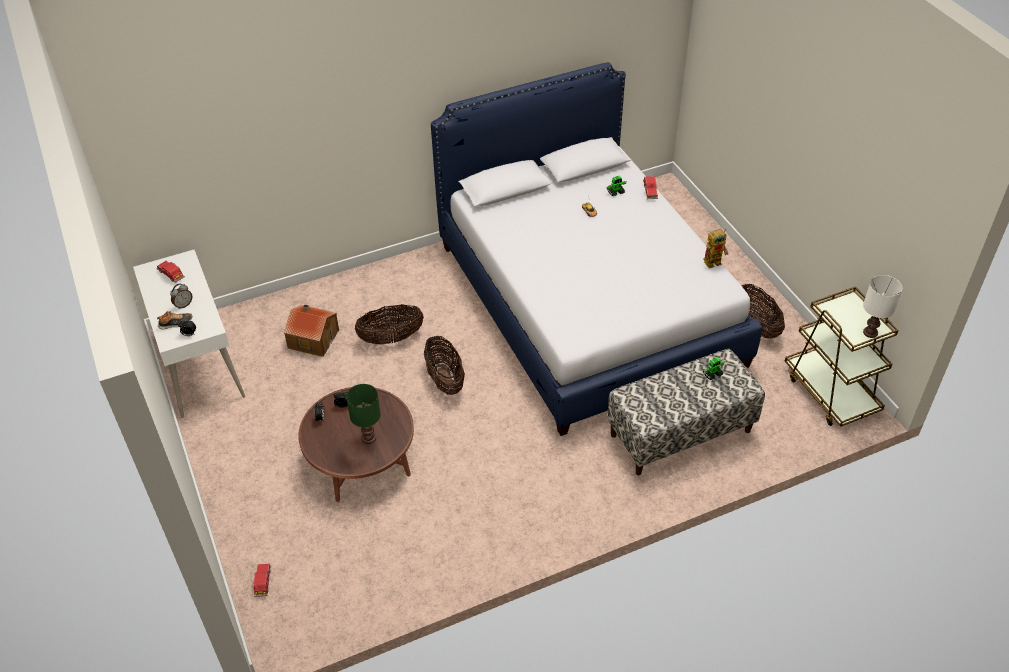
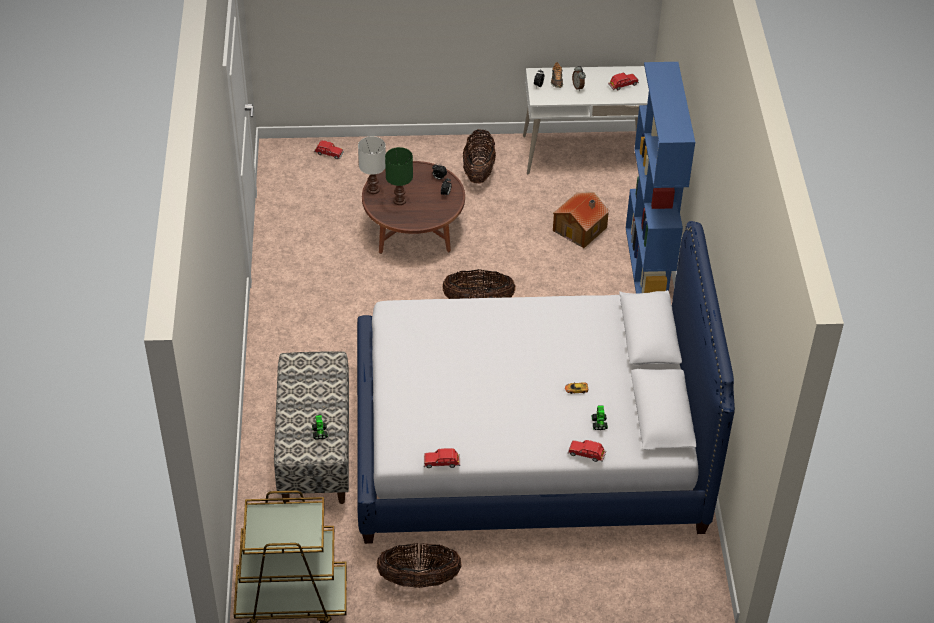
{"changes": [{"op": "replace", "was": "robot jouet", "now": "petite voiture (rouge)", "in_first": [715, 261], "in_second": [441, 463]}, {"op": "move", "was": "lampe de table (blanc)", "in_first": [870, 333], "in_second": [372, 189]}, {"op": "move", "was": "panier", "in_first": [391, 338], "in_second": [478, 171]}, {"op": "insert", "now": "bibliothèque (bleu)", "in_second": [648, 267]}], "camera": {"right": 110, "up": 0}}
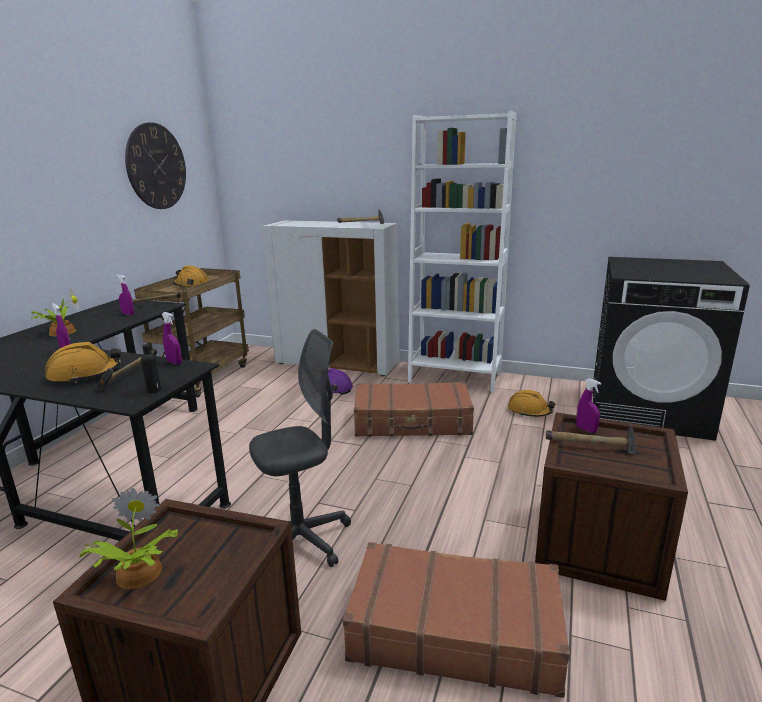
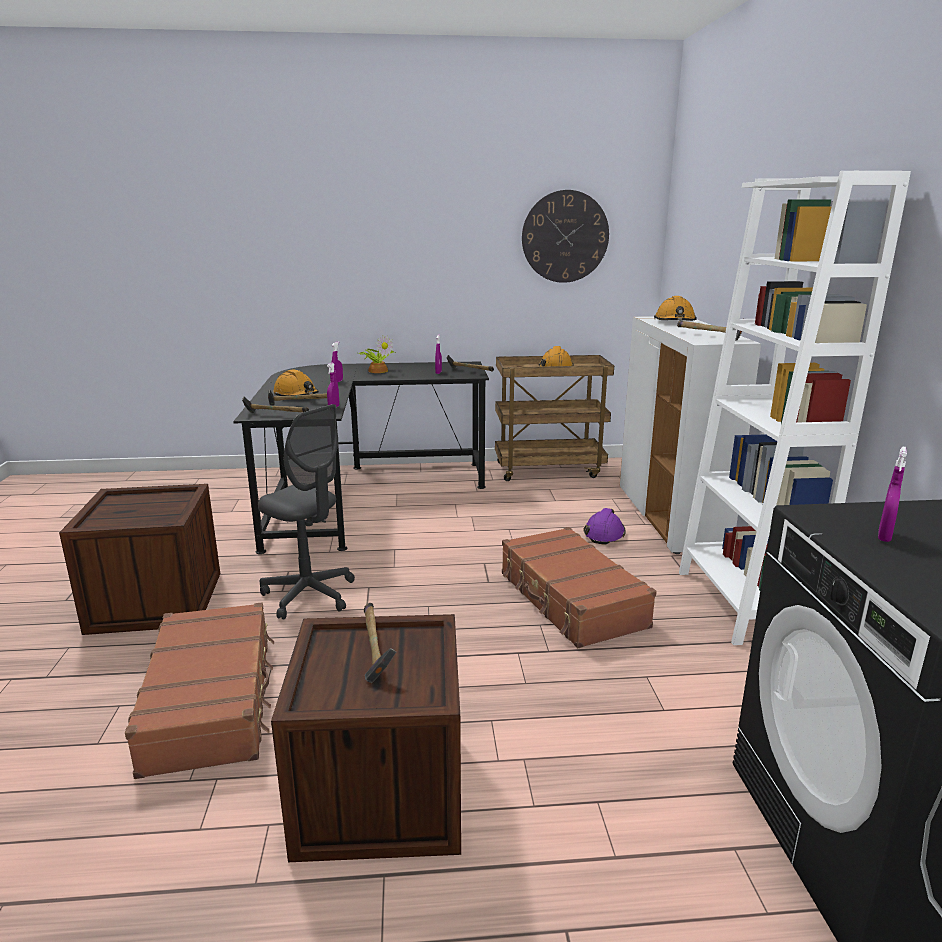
{"changes": [{"op": "replace", "was": "bouteille (noir)", "now": "marteau", "in_first": [154, 390], "in_second": [275, 415]}, {"op": "move", "was": "vaporisateur (violet)", "in_first": [586, 429], "in_second": [884, 536]}, {"op": "move", "was": "casque de chantier (orange)", "in_first": [529, 411], "in_second": [675, 322]}, {"op": "delete", "was": "plante en pot", "in_first": [136, 575]}], "camera": {"right": 65, "up": 0}}
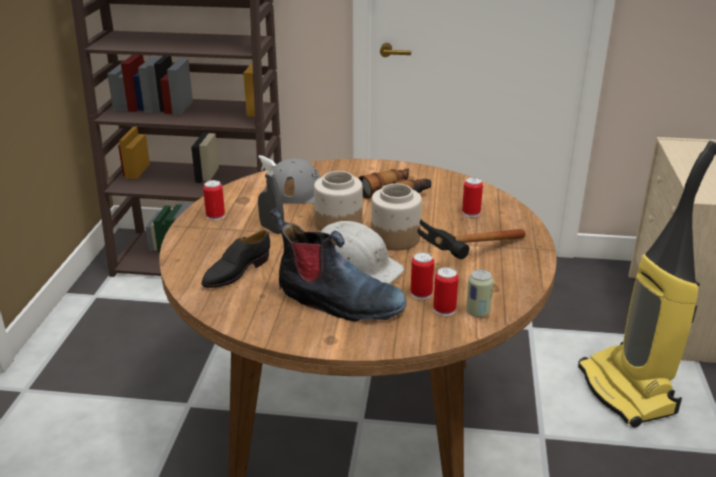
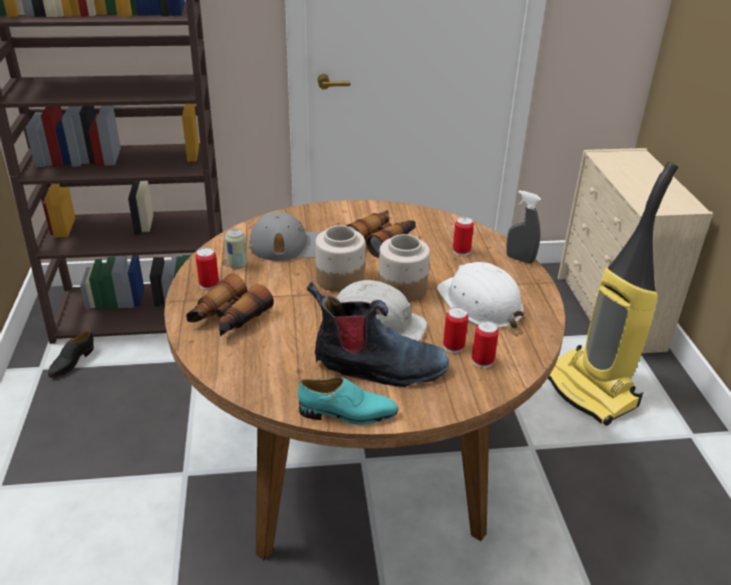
{"changes": [{"op": "move", "was": "vaporisateur (gris)", "in_first": [272, 229], "in_second": [520, 259]}, {"op": "replace", "was": "marteau", "now": "casque de chantier (blanc)", "in_first": [467, 260], "in_second": [480, 303]}, {"op": "move", "was": "chaussure (noir)", "in_first": [236, 272], "in_second": [72, 362]}, {"op": "move", "was": "boîte métallique", "in_first": [478, 312], "in_second": [237, 264]}, {"op": "insert", "now": "jumelles", "in_second": [228, 318]}, {"op": "insert", "now": "chaussure (turquoise)", "in_second": [348, 413]}], "camera": {"right": -15, "up": 5}}
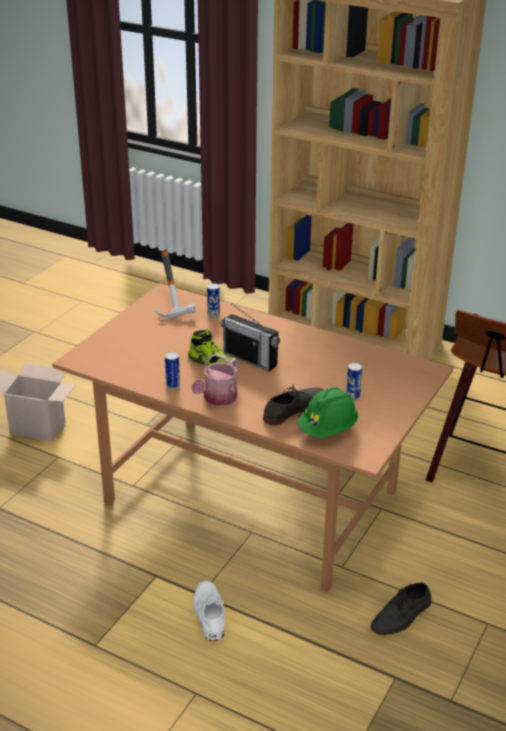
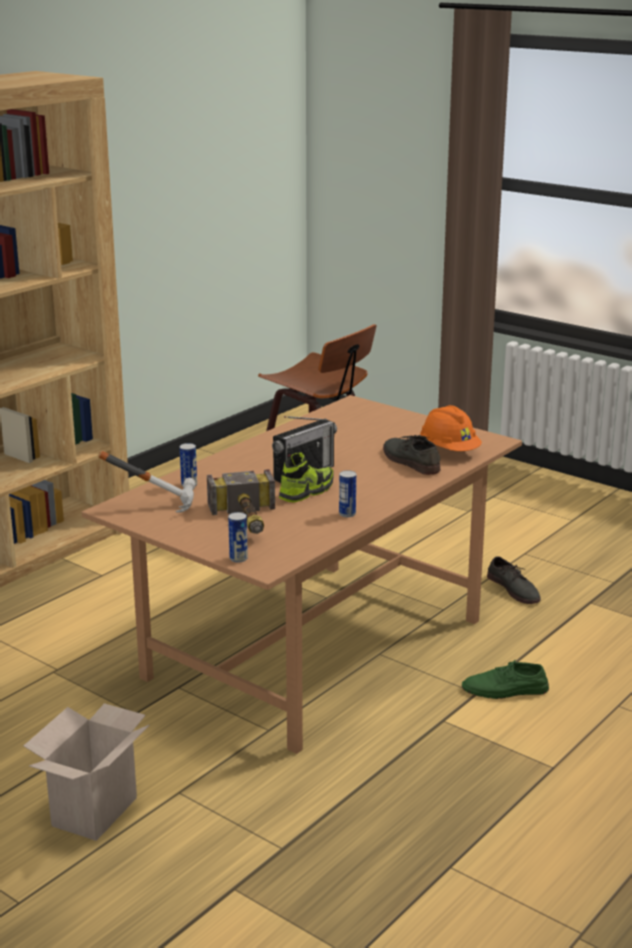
{"changes": [{"op": "delete", "was": "arrosoir", "in_first": [217, 399]}, {"op": "move", "was": "boîte métallique", "in_first": [352, 396], "in_second": [238, 558]}, {"op": "recolor", "was": "casque de chantier (vert)", "now": "casque de chantier (orange)", "in_first": [328, 429], "in_second": [449, 450]}, {"op": "recolor", "was": "chaussure (blanc)", "now": "chaussure (vert)", "in_first": [209, 613], "in_second": [505, 690]}, {"op": "insert", "now": "marteau", "in_second": [248, 522]}], "camera": {"right": -80, "up": -10}}
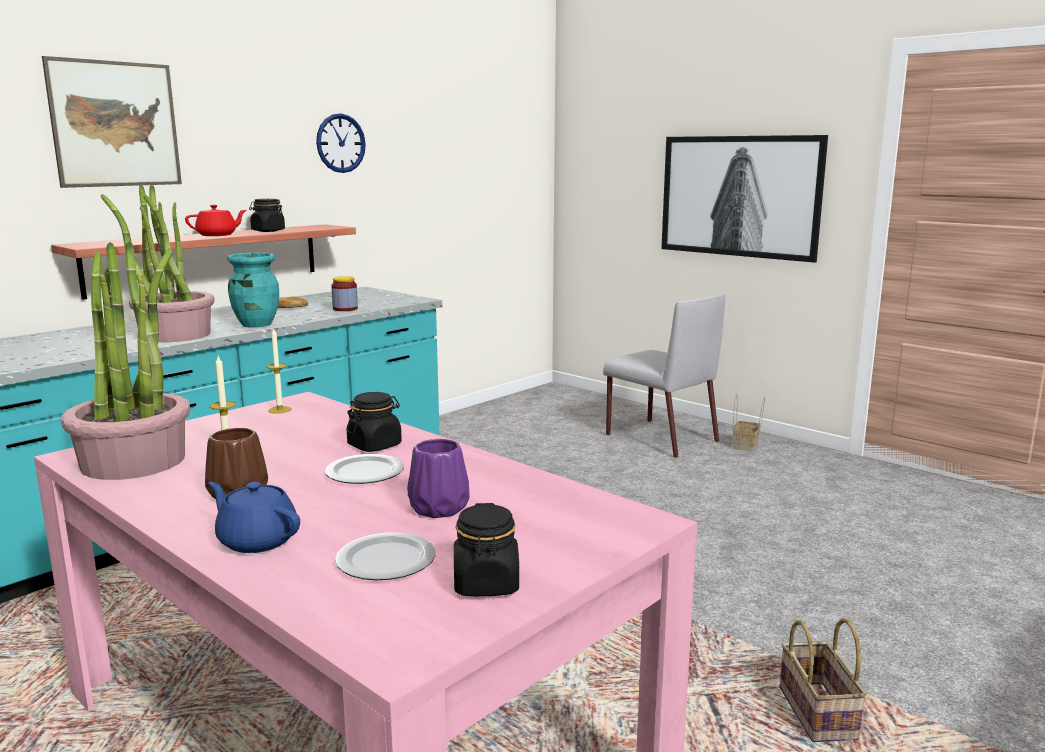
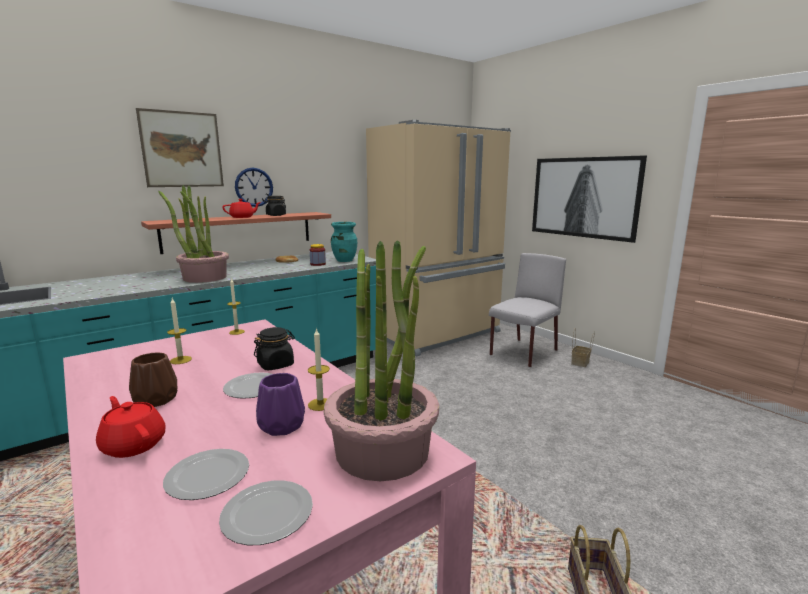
{"changes": [{"op": "move", "was": "horloge murale", "in_first": [340, 143], "in_second": [254, 187]}, {"op": "move", "was": "plante en pot", "in_first": [134, 461], "in_second": [383, 450]}, {"op": "move", "was": "vase (turquoise)", "in_first": [256, 324], "in_second": [344, 260]}, {"op": "rotate", "was": "chaise (gris)", "in_first": [660, 438], "in_second": [523, 353], "clockwise": -105}, {"op": "recolor", "was": "théière (bleu)", "now": "théière (rouge)", "in_first": [257, 540], "in_second": [133, 444]}, {"op": "replace", "was": "bocal (noir)", "now": "assiette", "in_first": [486, 584], "in_second": [267, 513]}, {"op": "insert", "now": "réfrigérateur (beige)", "in_second": [438, 334]}, {"op": "insert", "now": "bougie", "in_second": [320, 404]}], "camera": {"right": 10, "up": 0}}
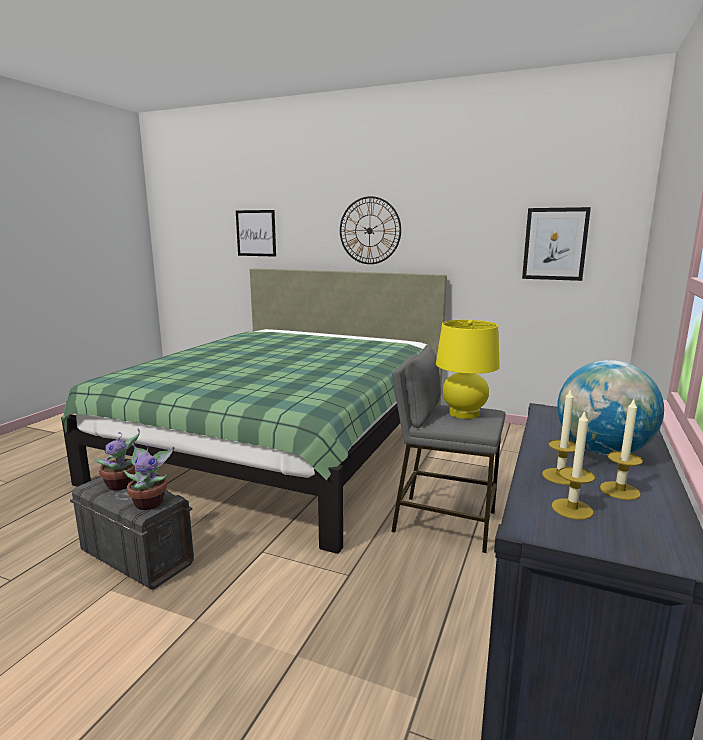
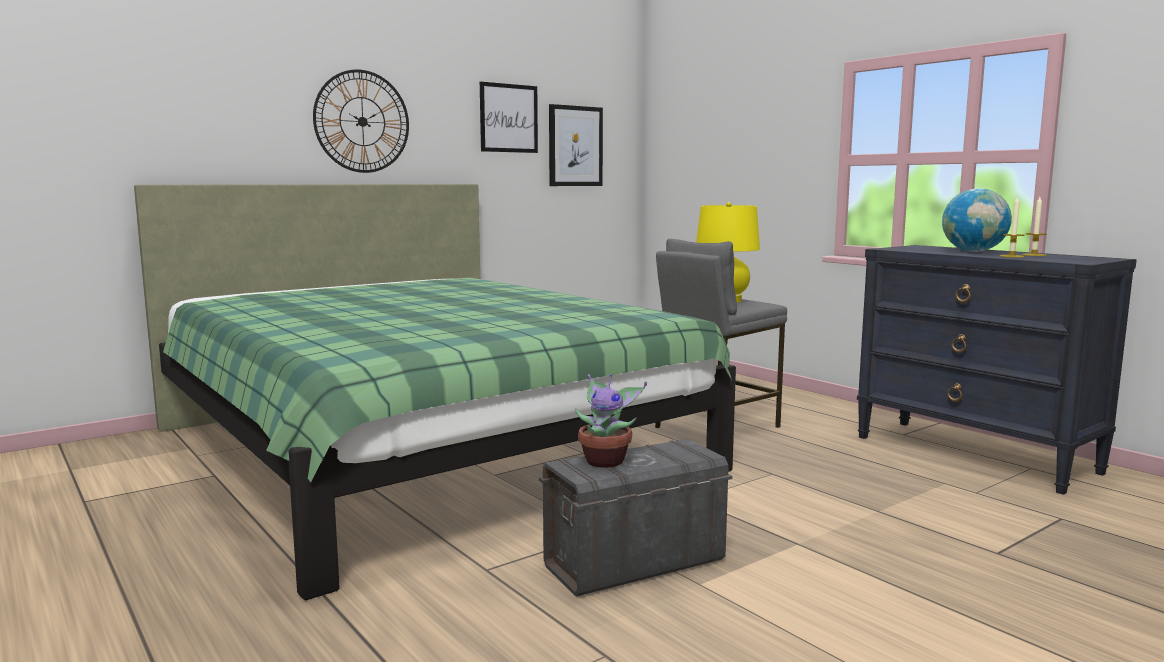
{"changes": [{"op": "move", "was": "tableau", "in_first": [256, 233], "in_second": [509, 118]}, {"op": "delete", "was": "bougie", "in_first": [572, 509]}, {"op": "delete", "was": "plante en pot", "in_first": [150, 502]}], "camera": {"right": -60, "up": -5}}
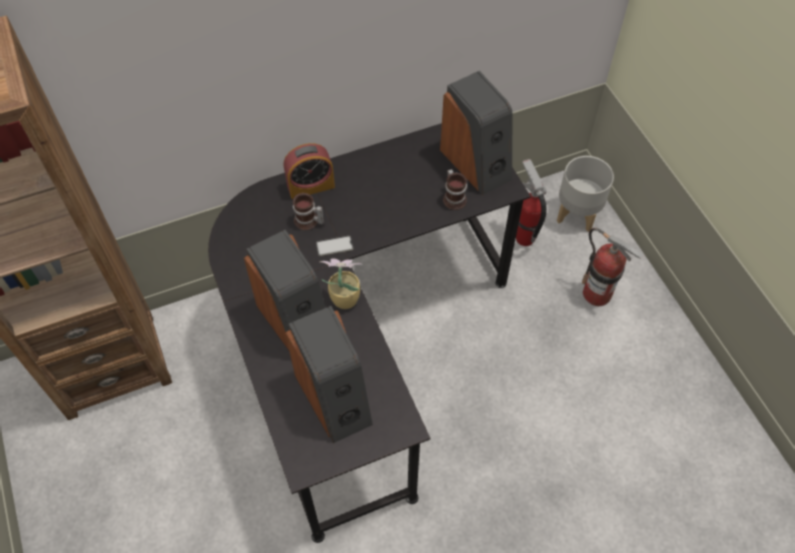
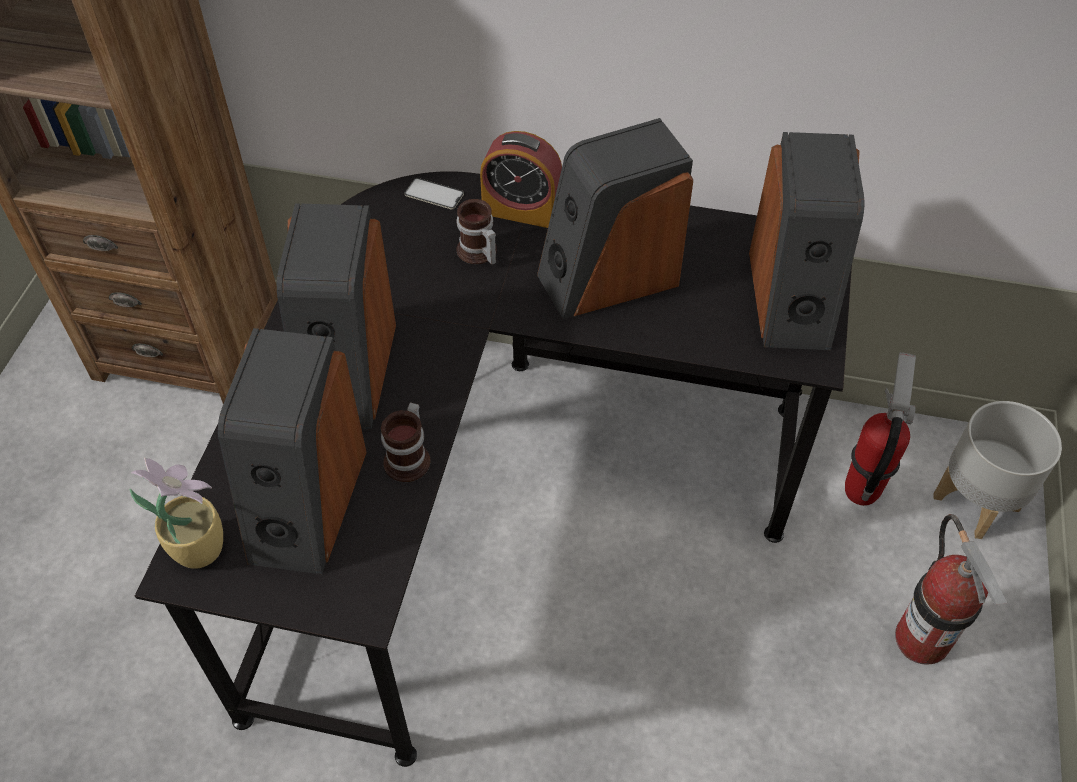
{"changes": [{"op": "move", "was": "mug", "in_first": [454, 198], "in_second": [411, 458]}, {"op": "move", "was": "téléphone", "in_first": [334, 246], "in_second": [434, 194]}, {"op": "move", "was": "plante en pot", "in_first": [343, 298], "in_second": [198, 547]}, {"op": "insert", "now": "enceinte", "in_second": [608, 278]}], "camera": {"right": 35, "up": -5}}
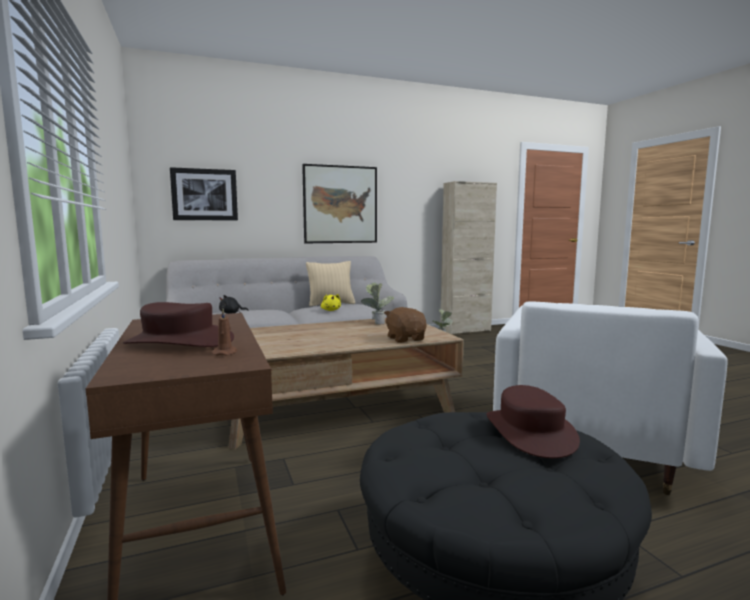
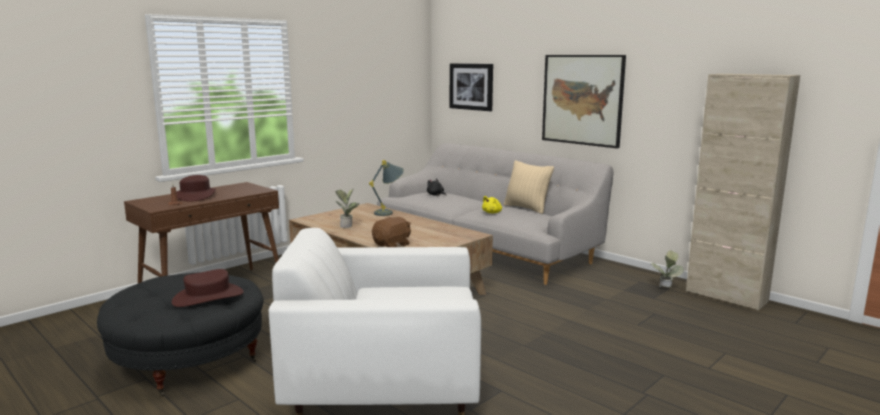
{"changes": [{"op": "move", "was": "plante en pot", "in_first": [376, 322], "in_second": [348, 226]}, {"op": "insert", "now": "lampe de table (gris)", "in_second": [389, 212]}], "camera": {"right": 65, "up": 5}}
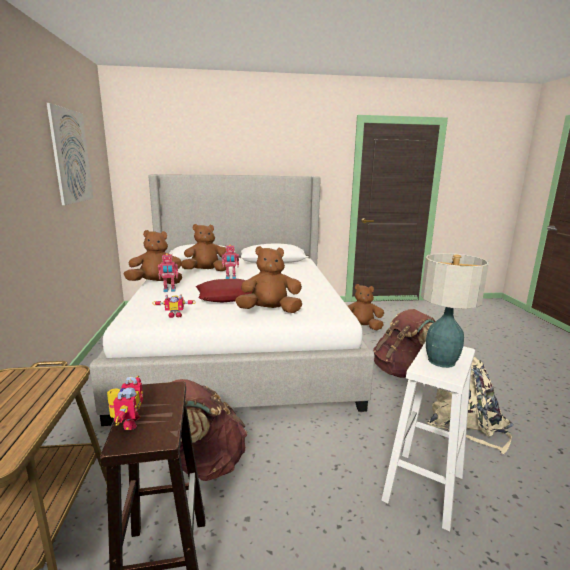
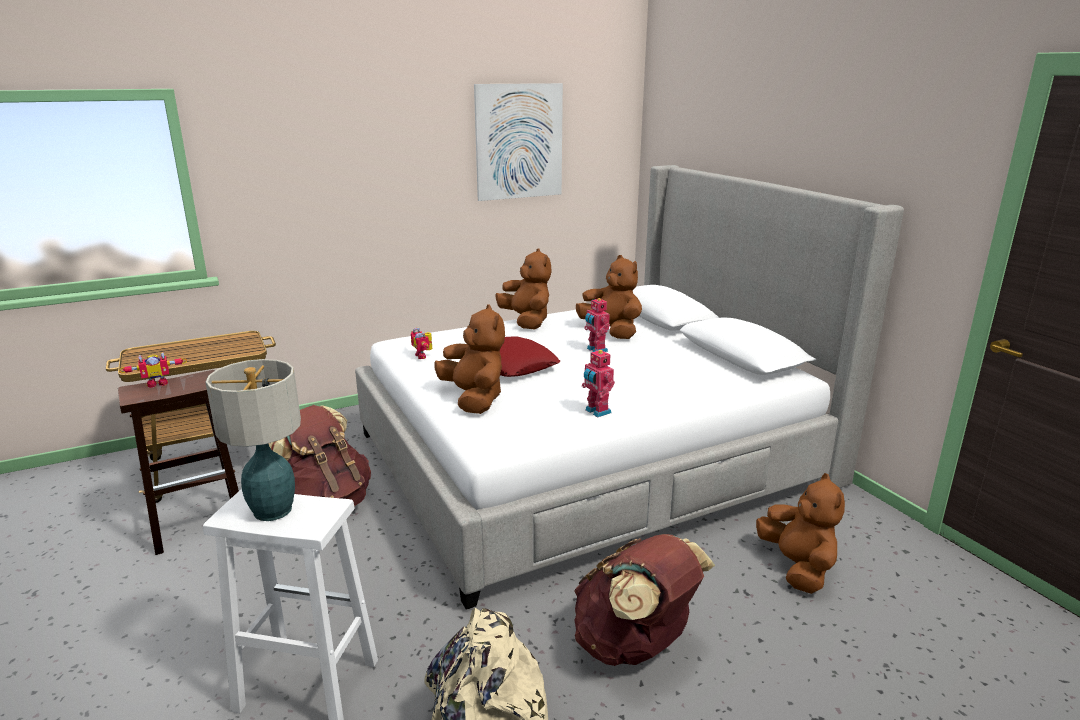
{"changes": [{"op": "move", "was": "robot jouet", "in_first": [169, 290], "in_second": [596, 412]}], "camera": {"right": 70, "up": 5}}
